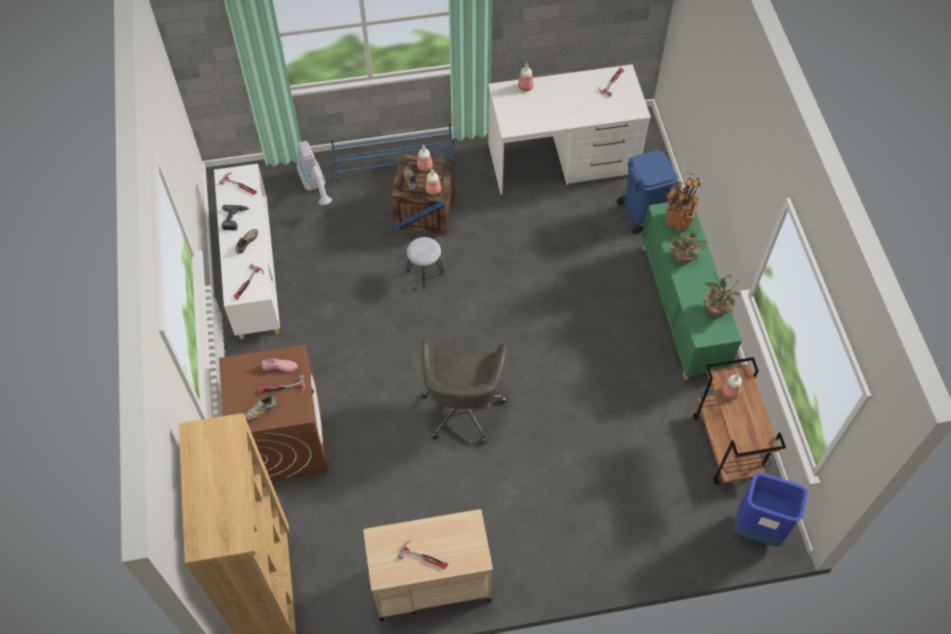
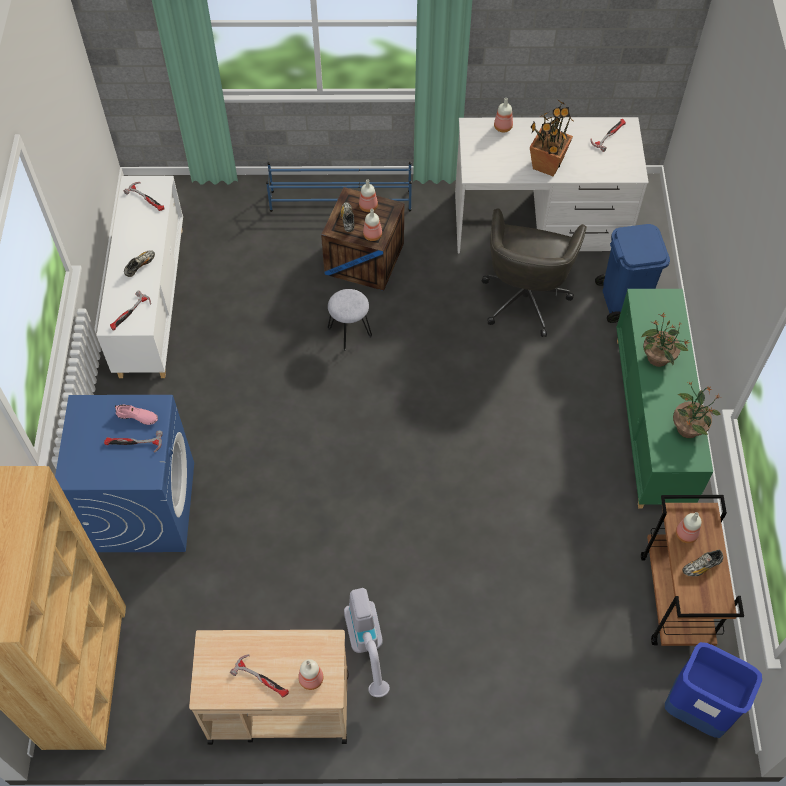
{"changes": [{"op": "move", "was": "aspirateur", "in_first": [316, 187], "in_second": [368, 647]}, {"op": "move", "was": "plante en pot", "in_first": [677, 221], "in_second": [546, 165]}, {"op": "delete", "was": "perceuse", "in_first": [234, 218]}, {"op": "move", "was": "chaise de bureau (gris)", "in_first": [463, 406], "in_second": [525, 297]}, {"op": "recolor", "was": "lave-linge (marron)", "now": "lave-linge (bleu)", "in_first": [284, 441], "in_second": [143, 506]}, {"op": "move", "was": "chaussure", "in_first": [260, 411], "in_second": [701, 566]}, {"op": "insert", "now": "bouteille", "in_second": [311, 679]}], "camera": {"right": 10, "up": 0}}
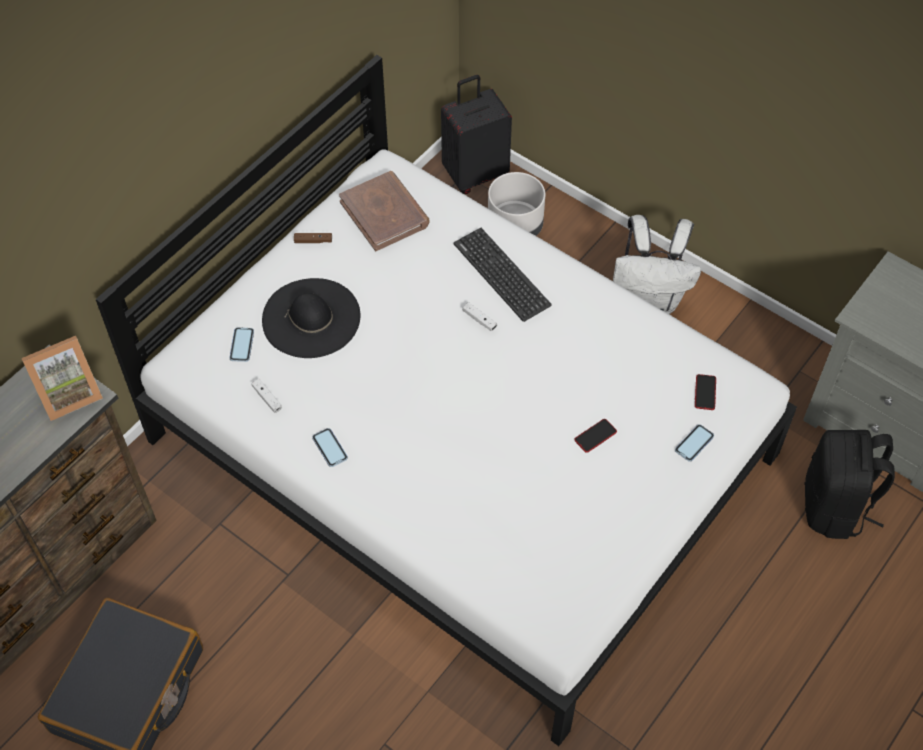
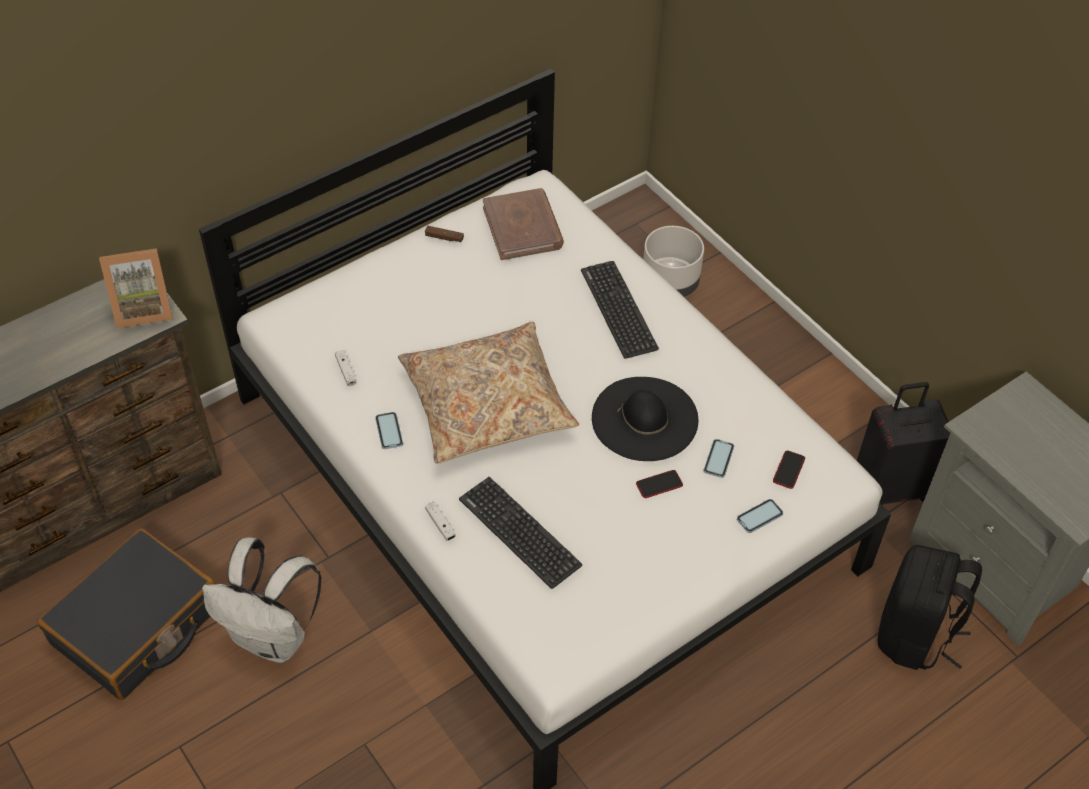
{"changes": [{"op": "move", "was": "valise (noir)", "in_first": [475, 174], "in_second": [891, 487]}, {"op": "move", "was": "sac à dos (blanc)", "in_first": [649, 300], "in_second": [273, 637]}, {"op": "move", "was": "chapeau (noir)", "in_first": [311, 318], "in_second": [645, 418]}, {"op": "move", "was": "manette (blanc)", "in_first": [479, 320], "in_second": [440, 525]}, {"op": "move", "was": "téléphone", "in_first": [242, 345], "in_second": [718, 459]}, {"op": "insert", "now": "coussin (beige)", "in_second": [486, 404]}, {"op": "insert", "now": "clavier", "in_second": [519, 532]}], "camera": {"right": 15, "up": -5}}
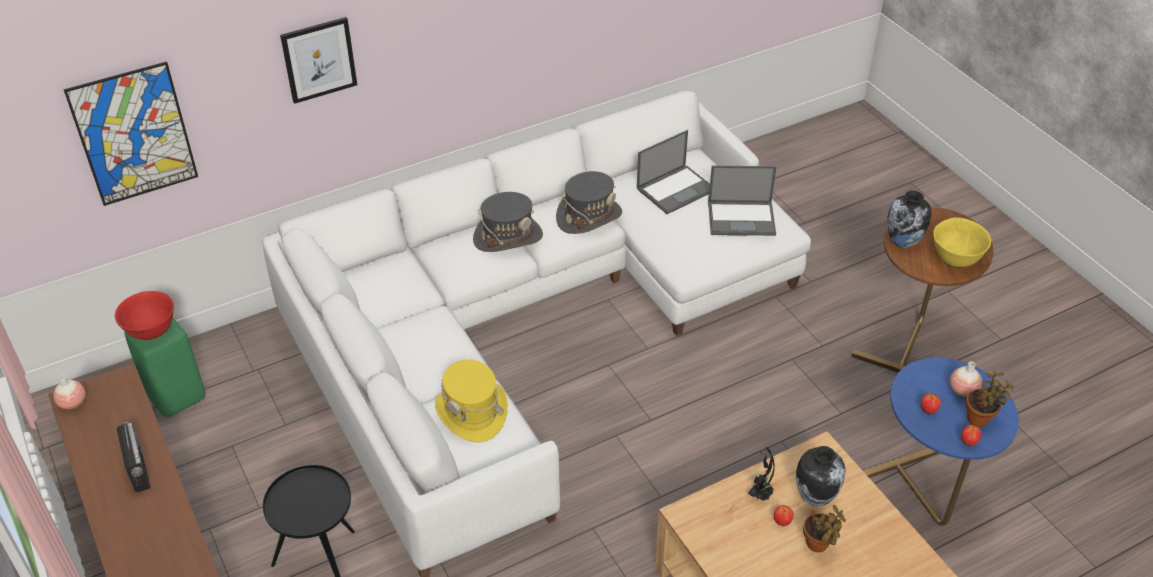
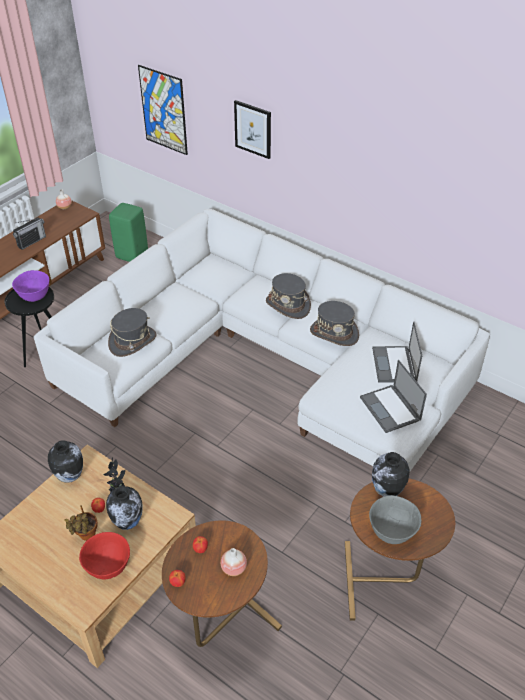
{"changes": [{"op": "rotate", "was": "ordinateur portable", "in_first": [676, 189], "in_second": [394, 365], "clockwise": 60}, {"op": "recolor", "was": "bol (jaune)", "now": "bol (gris)", "in_first": [955, 258], "in_second": [392, 531]}, {"op": "move", "was": "bol (rouge)", "in_first": [151, 331], "in_second": [108, 567]}, {"op": "recolor", "was": "table d'appoint (bleu)", "now": "table d'appoint (marron)", "in_first": [921, 500], "in_second": [221, 627]}, {"op": "recolor", "was": "chapeau (jaune)", "now": "chapeau (gris)", "in_first": [472, 412], "in_second": [132, 341]}, {"op": "delete", "was": "plante en pot", "in_first": [979, 418]}, {"op": "insert", "now": "bol (violet)", "in_second": [34, 296]}, {"op": "insert", "now": "vase", "in_second": [70, 476]}], "camera": {"right": 65, "up": 0}}
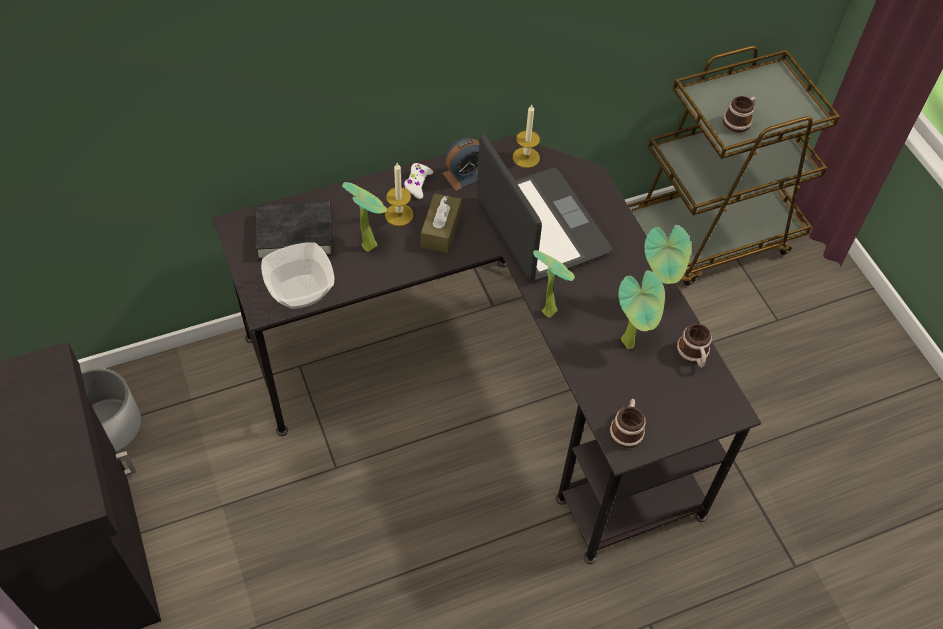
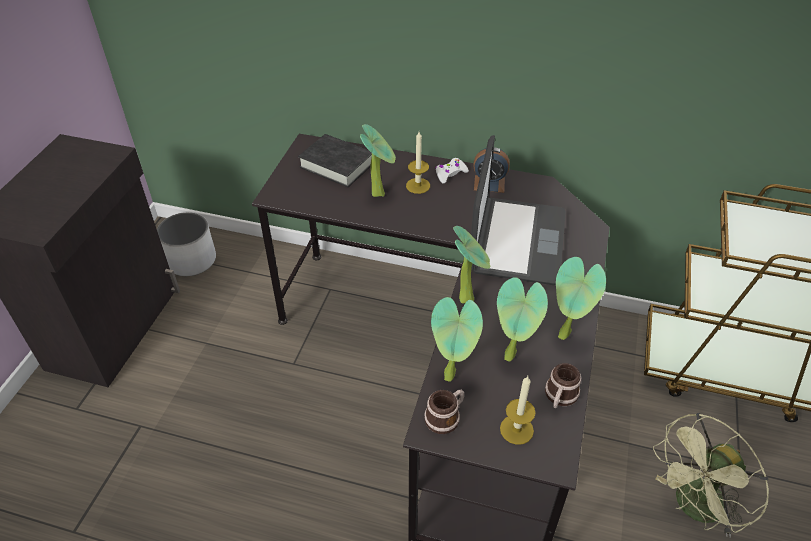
{"changes": [{"op": "delete", "was": "mug", "in_first": [739, 121]}, {"op": "move", "was": "bougie", "in_first": [526, 157], "in_second": [516, 429]}, {"op": "delete", "was": "boîte à mouchoirs (marron)", "in_first": [441, 230]}, {"op": "delete", "was": "bol", "in_first": [301, 290]}, {"op": "insert", "now": "plante en pot", "in_second": [452, 377]}, {"op": "insert", "now": "ventilateur (vert)", "in_second": [693, 508]}], "camera": {"right": 40, "up": -10}}
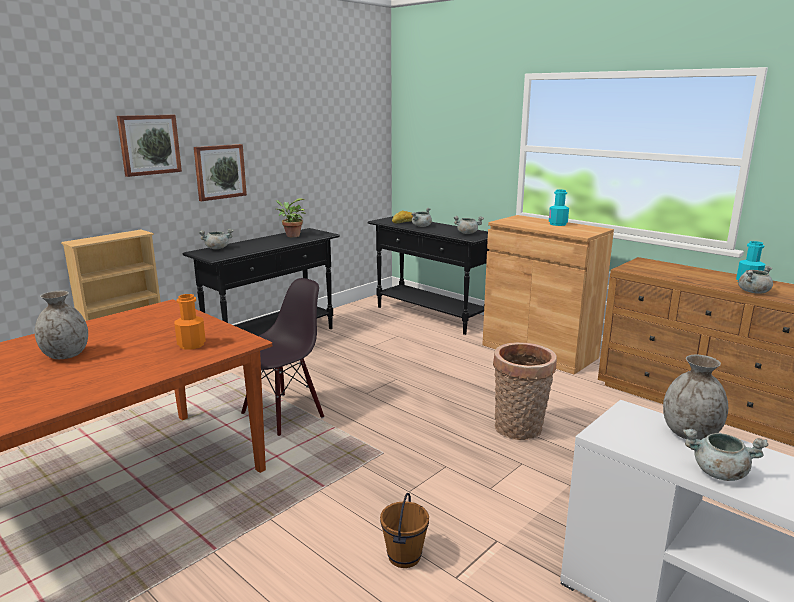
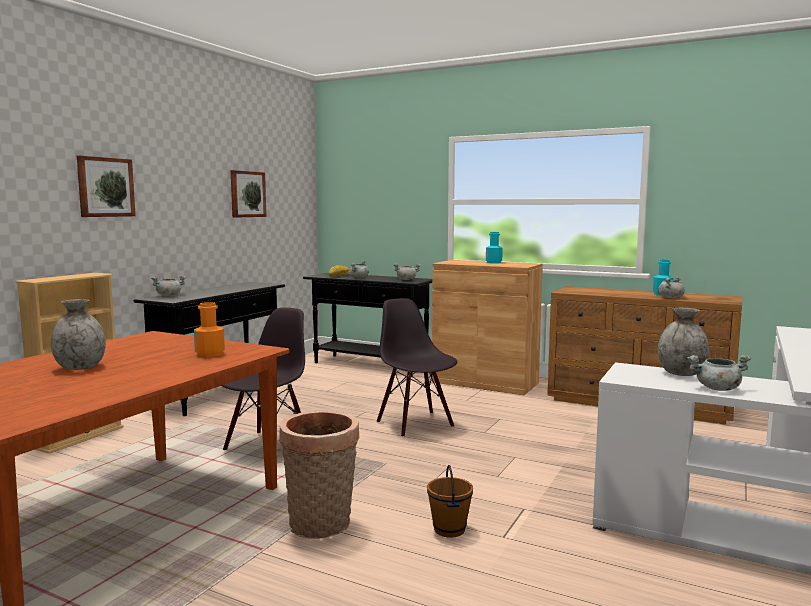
{"changes": [{"op": "move", "was": "tableau", "in_first": [219, 172], "in_second": [247, 194]}, {"op": "delete", "was": "plante en pot", "in_first": [291, 236]}, {"op": "move", "was": "panier", "in_first": [519, 430], "in_second": [321, 526]}, {"op": "insert", "now": "chaise (noir)", "in_second": [416, 424]}], "camera": {"right": -15, "up": -10}}
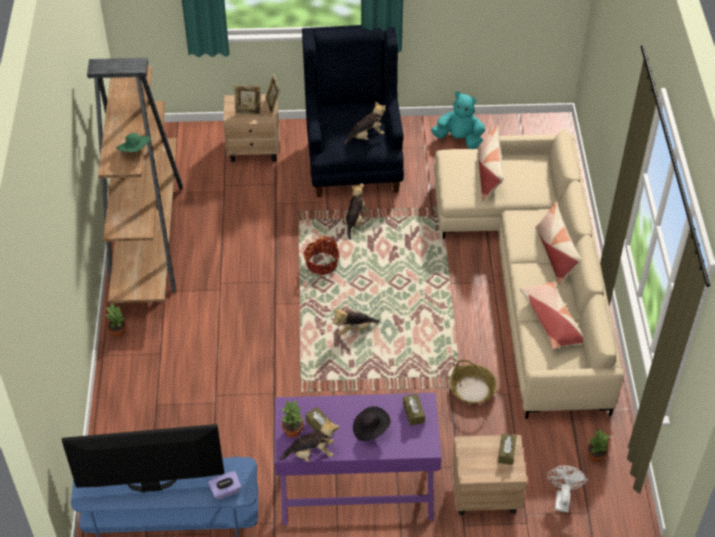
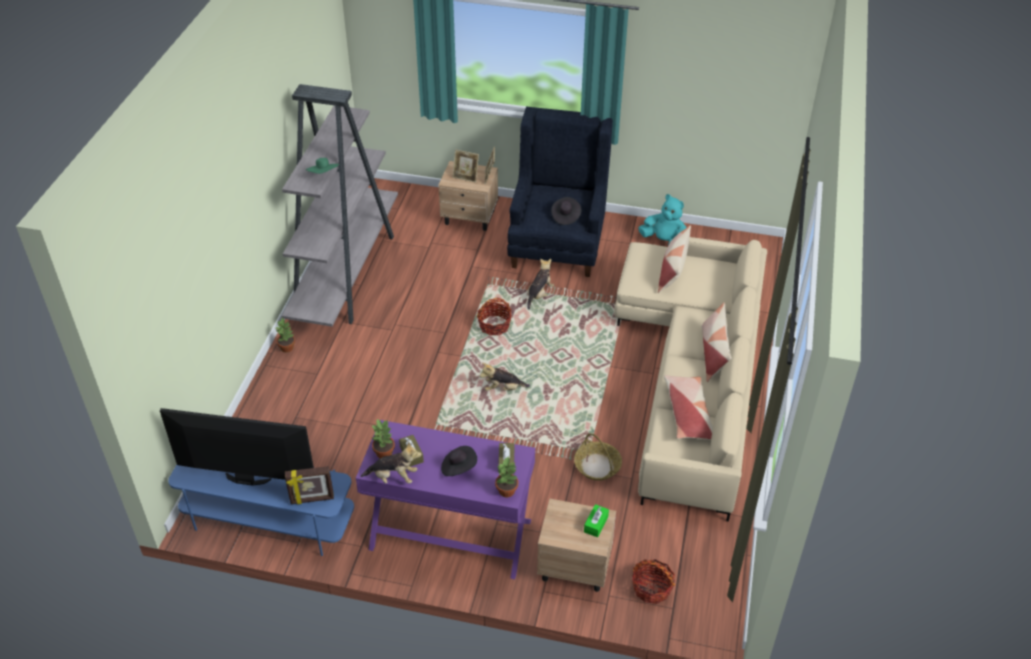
{"changes": [{"op": "recolor", "was": "bibliothèque (marron)", "now": "bibliothèque (gris)", "in_first": [147, 236], "in_second": [345, 272]}, {"op": "replace", "was": "peluche", "now": "chapeau (noir)", "in_first": [366, 136], "in_second": [565, 216]}, {"op": "move", "was": "plante en pot", "in_first": [595, 457], "in_second": [506, 491]}, {"op": "recolor", "was": "boîte à mouchoirs (marron)", "now": "boîte à mouchoirs (vert)", "in_first": [506, 452], "in_second": [596, 524]}, {"op": "replace", "was": "ventilateur (blanc)", "now": "panier", "in_first": [562, 498], "in_second": [651, 588]}, {"op": "replace", "was": "boîte à mouchoirs (violet)", "now": "cadre photo", "in_first": [225, 491], "in_second": [312, 499]}], "camera": {"right": 15, "up": -5}}
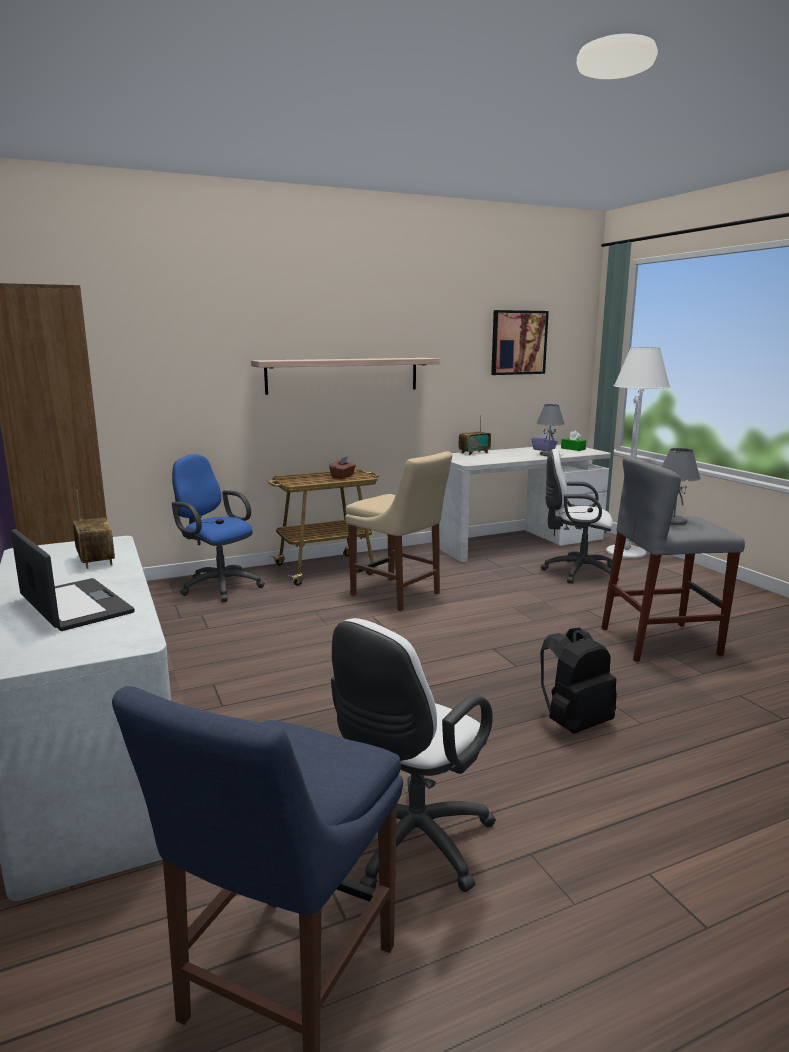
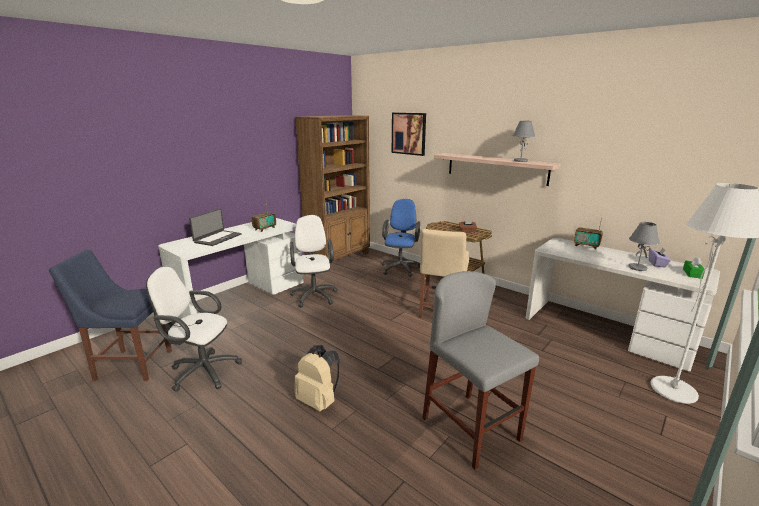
{"changes": [{"op": "move", "was": "tableau", "in_first": [518, 342], "in_second": [409, 133]}, {"op": "move", "was": "lampe de table (gris)", "in_first": [672, 521], "in_second": [520, 161]}, {"op": "move", "was": "chaise de bureau (blanc)", "in_first": [576, 572], "in_second": [314, 295]}, {"op": "recolor", "was": "sac à dos (noir)", "now": "sac à dos (beige)", "in_first": [574, 723], "in_second": [319, 401]}], "camera": {"right": 65, "up": 5}}
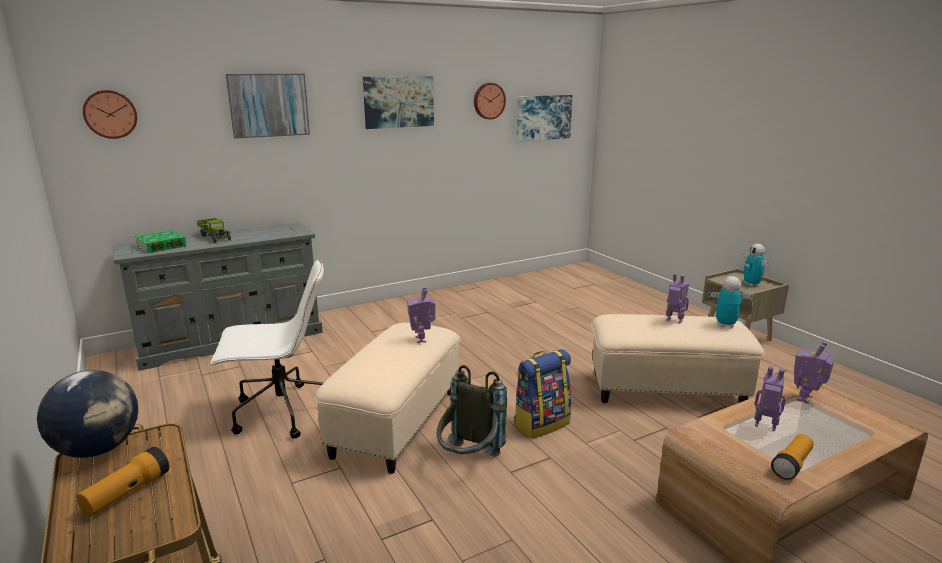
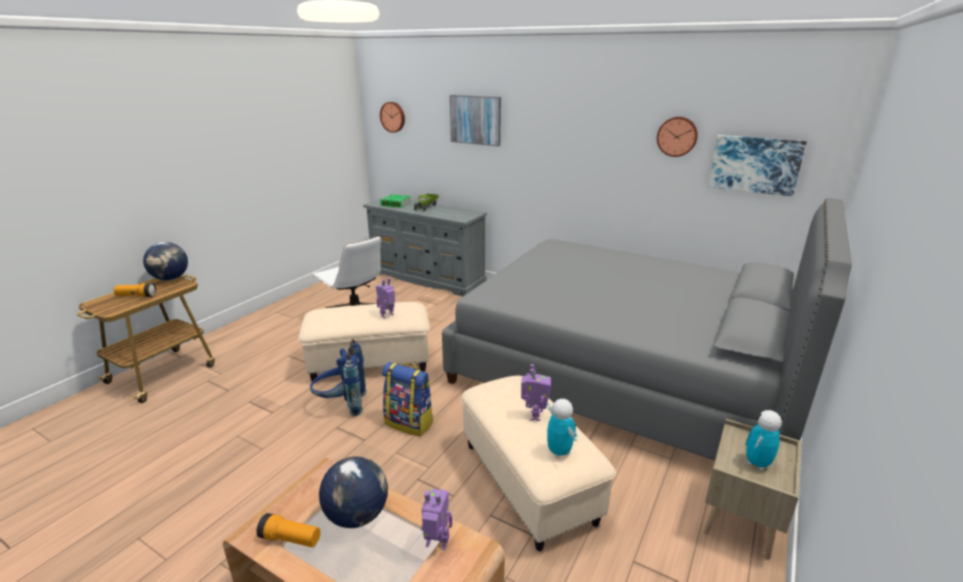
{"changes": [{"op": "delete", "was": "tableau", "in_first": [398, 102]}, {"op": "recolor", "was": "sac à dos (gris)", "now": "sac à dos (bleu)", "in_first": [469, 460], "in_second": [341, 405]}, {"op": "replace", "was": "robot jouet", "now": "globe", "in_first": [765, 426], "in_second": [357, 515]}, {"op": "insert", "now": "lit (gris)", "in_second": [623, 373]}], "camera": {"right": 60, "up": 5}}
